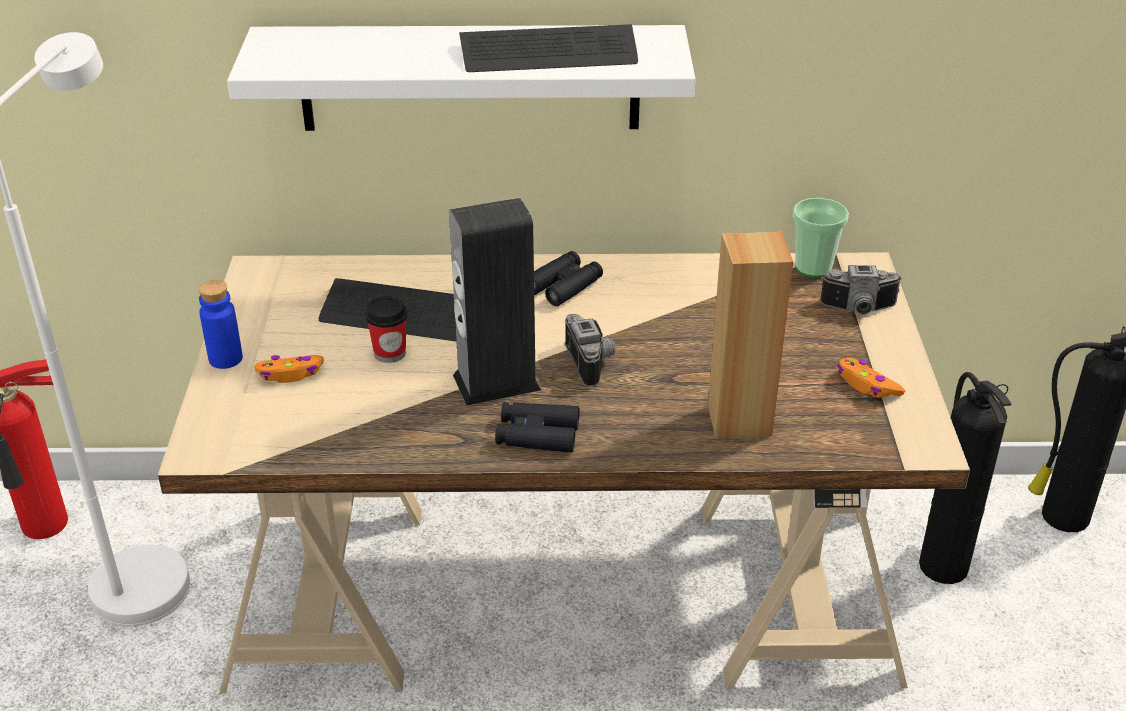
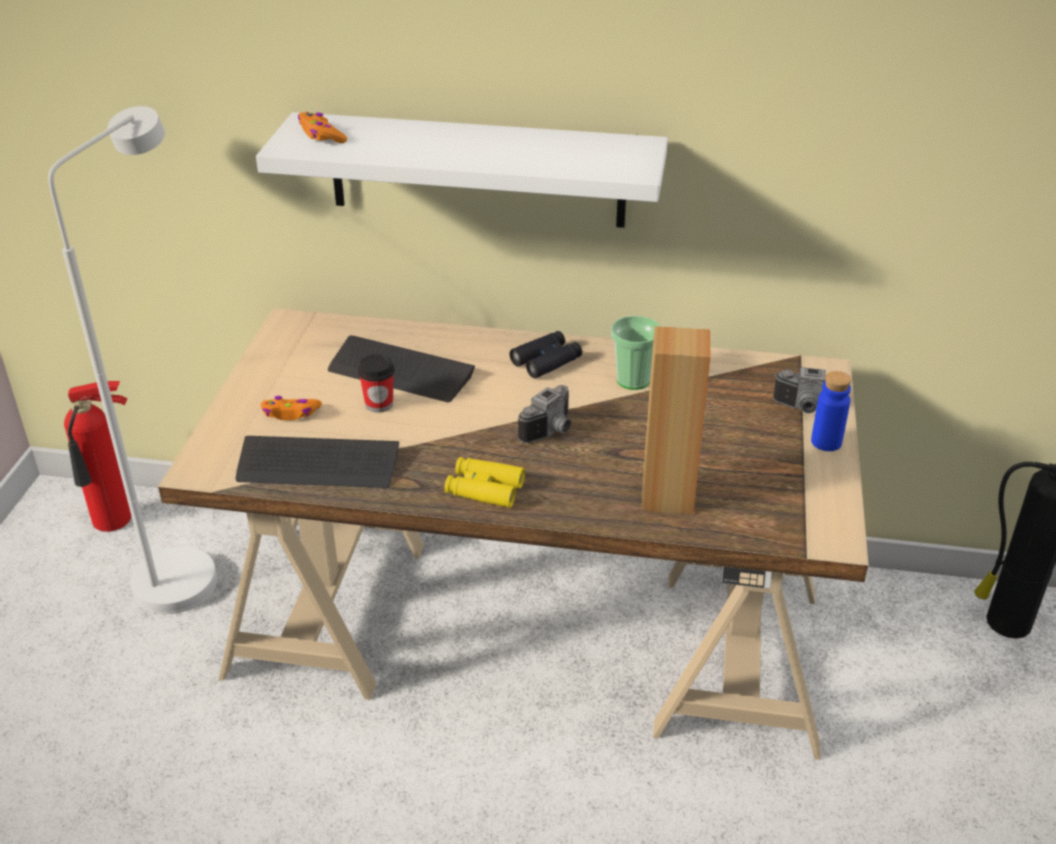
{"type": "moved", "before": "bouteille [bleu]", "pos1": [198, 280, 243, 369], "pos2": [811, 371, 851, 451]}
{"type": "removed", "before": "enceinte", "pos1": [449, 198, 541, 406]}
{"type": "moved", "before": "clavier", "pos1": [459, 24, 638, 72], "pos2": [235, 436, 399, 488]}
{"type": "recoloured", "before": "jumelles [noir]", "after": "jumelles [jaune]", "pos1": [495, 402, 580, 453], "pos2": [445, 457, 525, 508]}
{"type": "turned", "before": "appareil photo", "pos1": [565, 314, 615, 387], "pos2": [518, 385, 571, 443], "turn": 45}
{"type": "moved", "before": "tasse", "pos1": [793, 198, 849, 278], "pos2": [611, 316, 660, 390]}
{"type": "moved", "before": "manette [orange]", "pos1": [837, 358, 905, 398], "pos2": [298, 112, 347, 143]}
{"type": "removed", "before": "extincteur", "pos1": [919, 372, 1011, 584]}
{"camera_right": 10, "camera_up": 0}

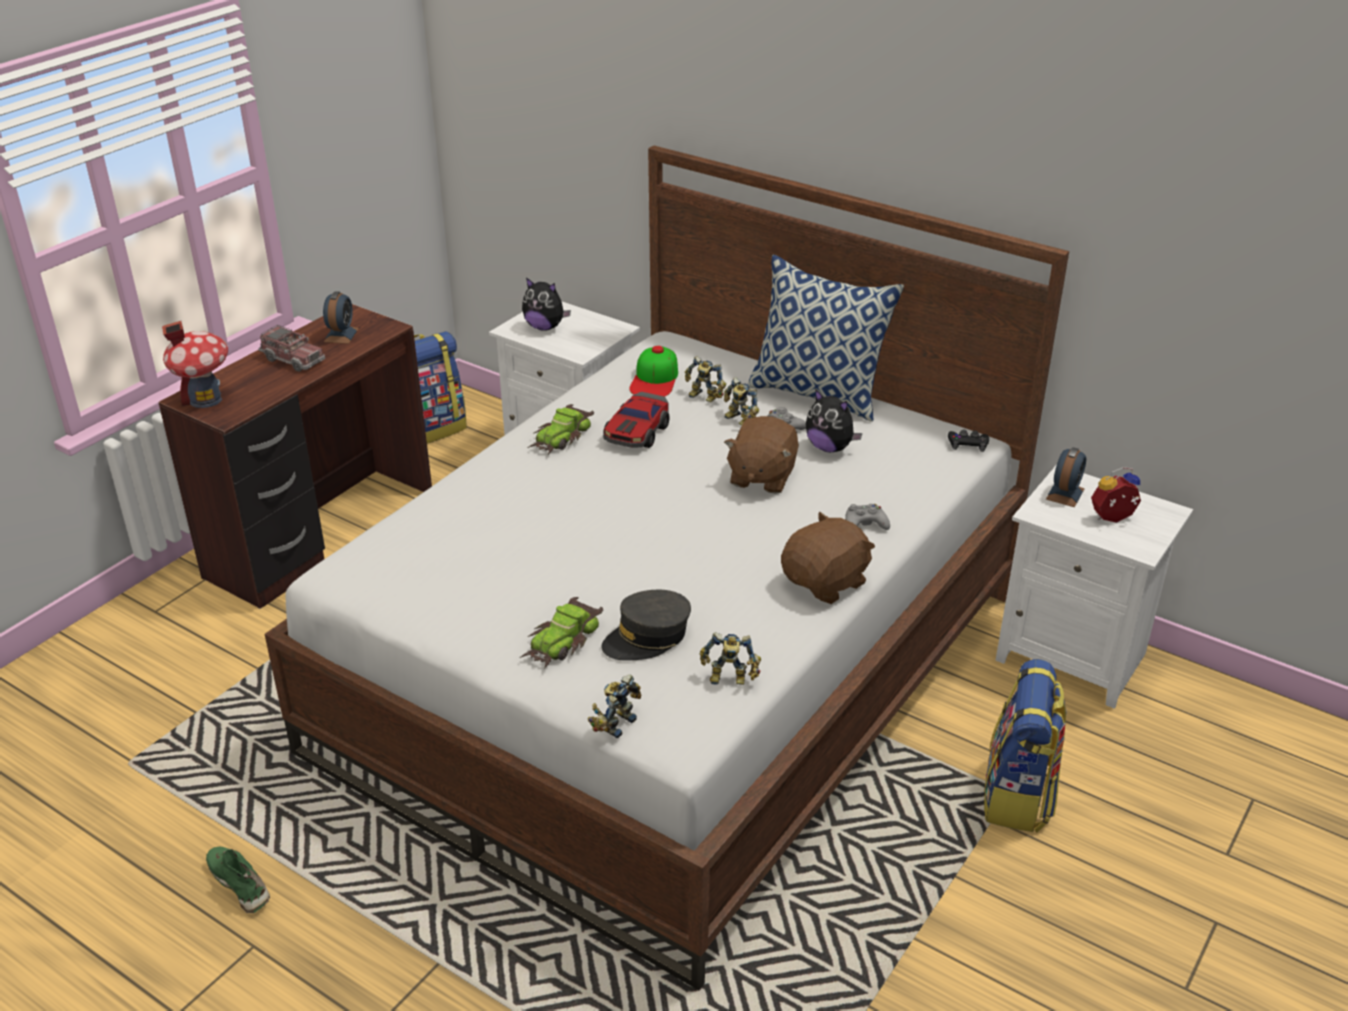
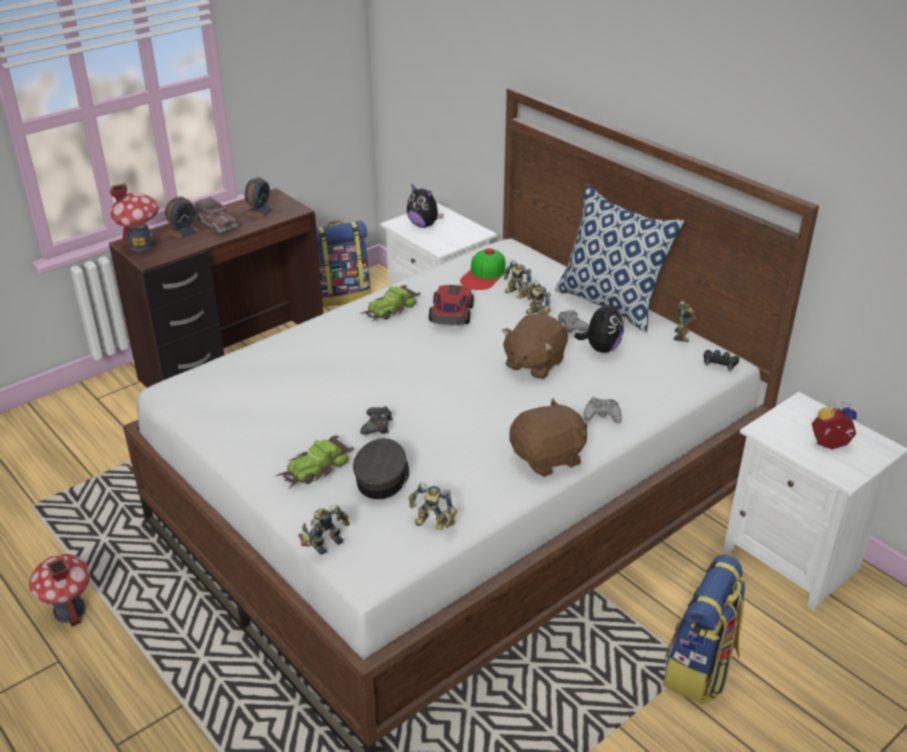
{"type": "replaced", "before": "chaussure [vert]", "after": "maison miniature", "pos1": [206, 847, 270, 913], "pos2": [29, 554, 90, 627]}
{"type": "turned", "before": "casquette [gris]", "pos1": [602, 590, 691, 661], "pos2": [353, 438, 409, 499], "turn": 120}
{"type": "turned", "before": "petite voiture", "pos1": [603, 392, 670, 448], "pos2": [429, 285, 474, 325], "turn": 150}
{"type": "turned", "before": "peluche", "pos1": [806, 389, 863, 453], "pos2": [574, 298, 624, 353], "turn": -120}
{"type": "moved", "before": "réveil", "pos1": [1046, 447, 1086, 507], "pos2": [165, 196, 200, 239]}
{"type": "added", "after": "manette [noir]", "pos2": [360, 406, 393, 435]}
{"type": "added", "after": "robot jouet", "pos2": [674, 301, 696, 342]}
{"camera_right": 15, "camera_up": 0}

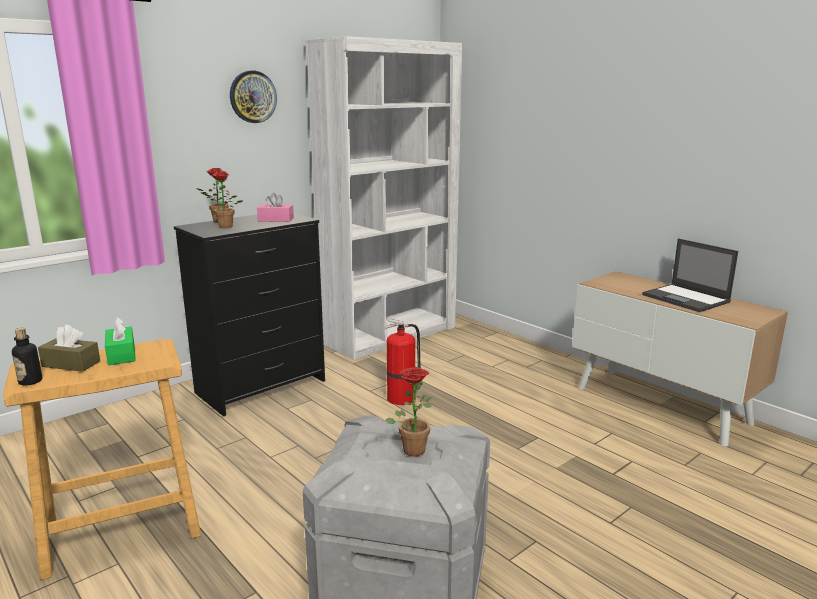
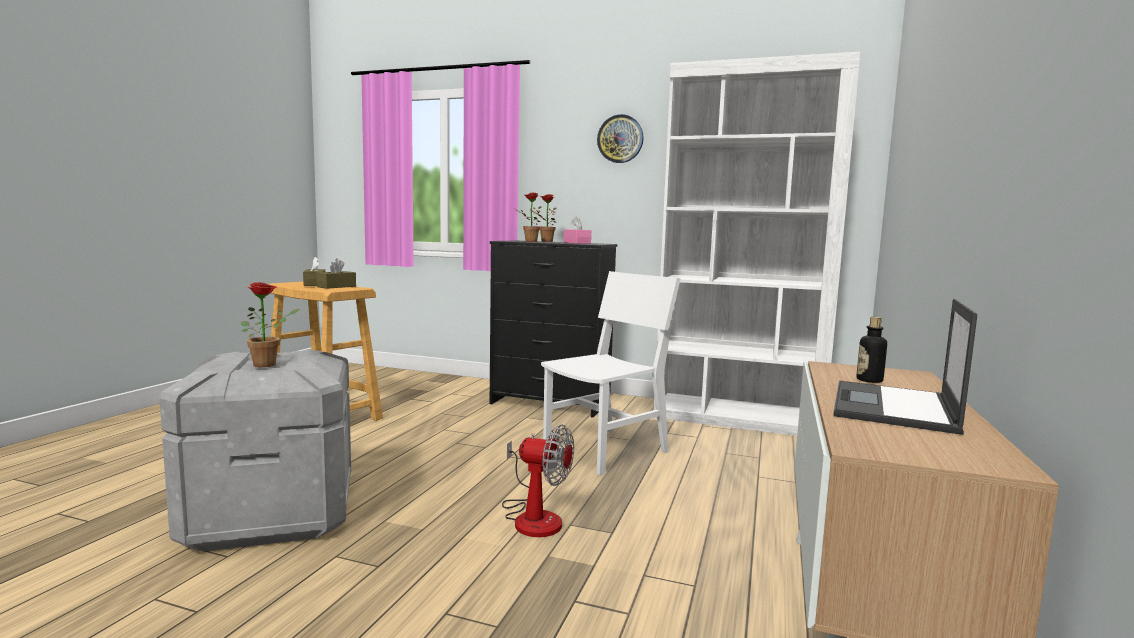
{"type": "moved", "before": "bouteille", "pos1": [12, 328, 42, 385], "pos2": [856, 317, 887, 383]}
{"type": "recoloured", "before": "boîte à mouchoirs [vert]", "after": "boîte à mouchoirs [marron]", "pos1": [105, 317, 136, 365], "pos2": [316, 258, 356, 289]}
{"type": "replaced", "before": "extincteur", "after": "chaise [blanc]", "pos1": [384, 319, 423, 405], "pos2": [541, 271, 680, 475]}
{"type": "added", "after": "ventilateur", "pos2": [502, 425, 574, 537]}
{"camera_right": 60, "camera_up": -10}

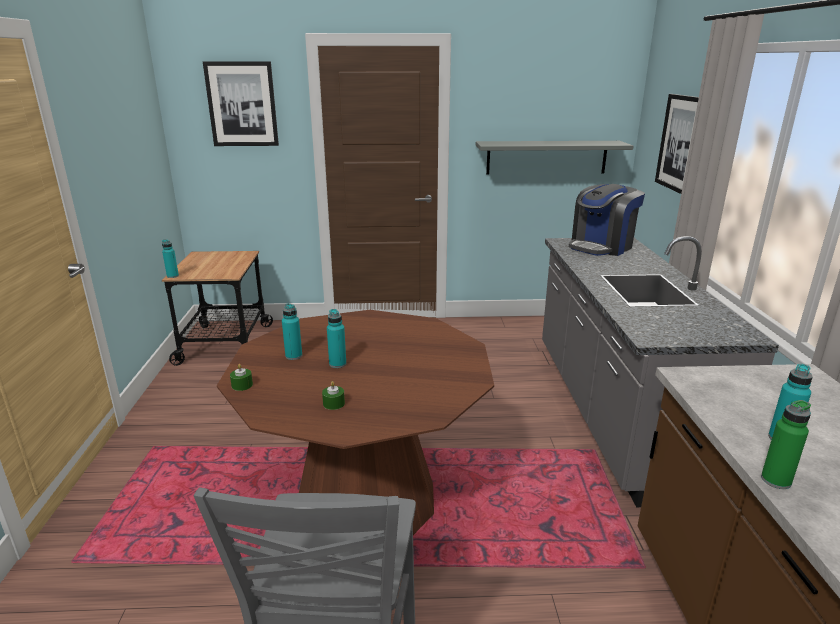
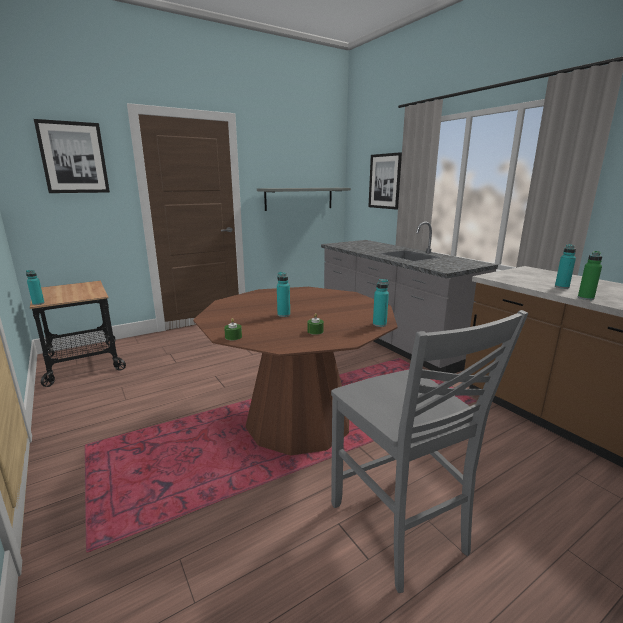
{"type": "moved", "before": "bouteille [turquoise]", "pos1": [282, 303, 302, 360], "pos2": [373, 279, 389, 327]}
{"type": "removed", "before": "machine à café", "pos1": [569, 184, 645, 256]}
{"camera_right": -30, "camera_up": -5}

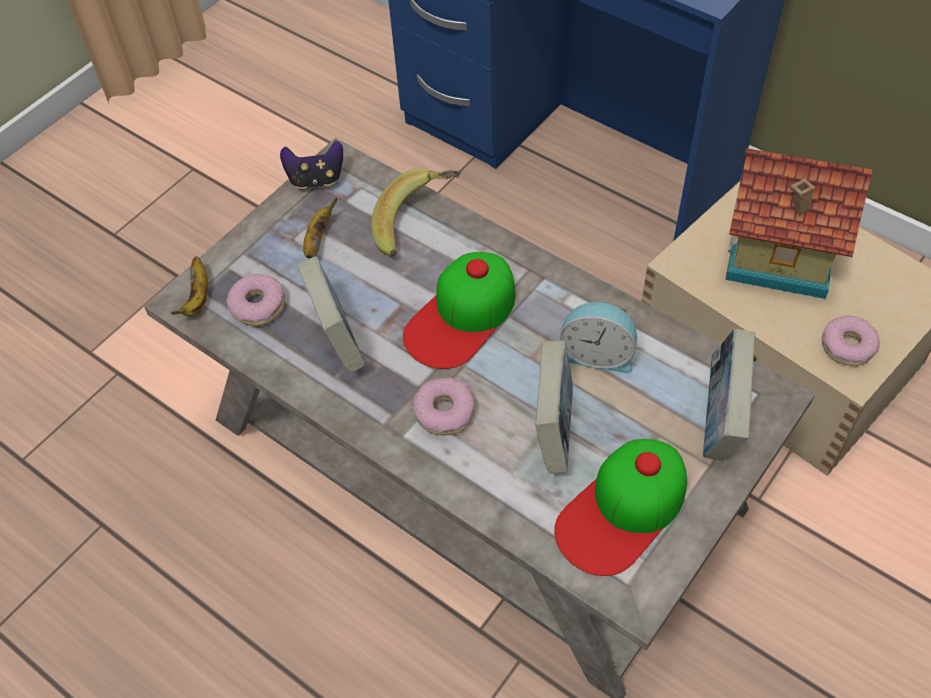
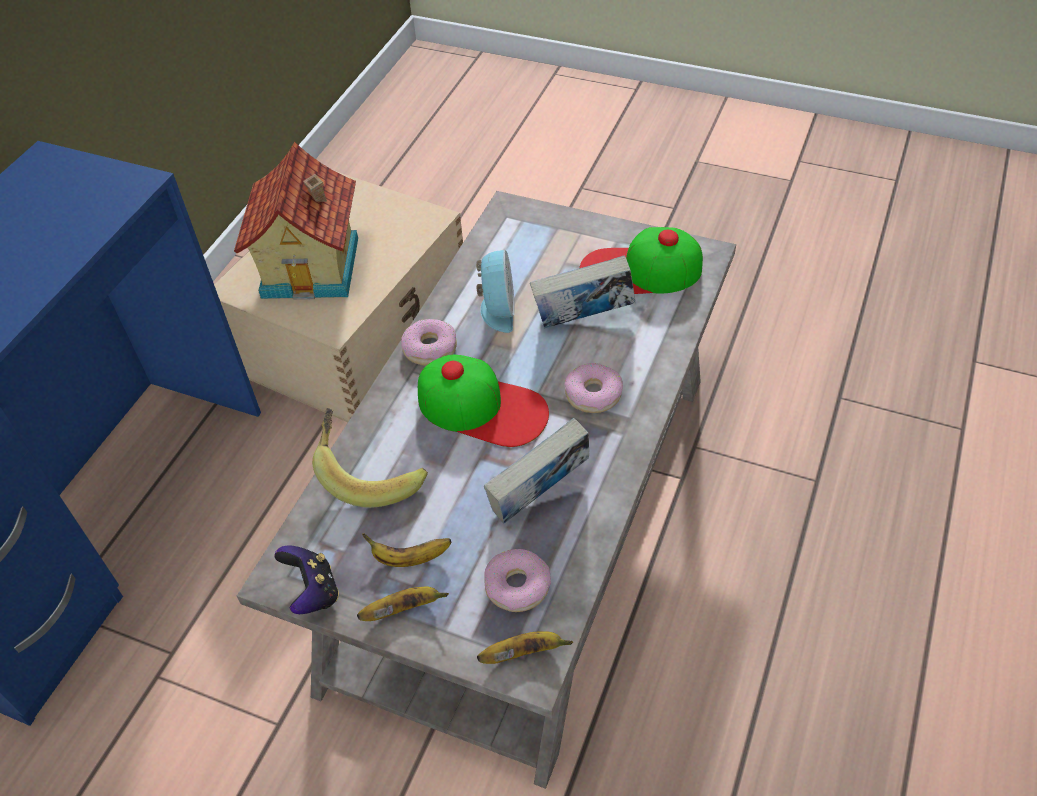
{"type": "turned", "before": "casquette", "pos1": [554, 439, 687, 576], "pos2": [579, 227, 703, 294], "turn": 150}
{"type": "removed", "before": "livre", "pos1": [703, 329, 755, 461]}
{"type": "moved", "before": "beignet", "pos1": [822, 316, 880, 366], "pos2": [401, 319, 457, 366]}
{"type": "added", "after": "banane", "pos2": [357, 586, 449, 621]}
{"camera_right": -105, "camera_up": -5}

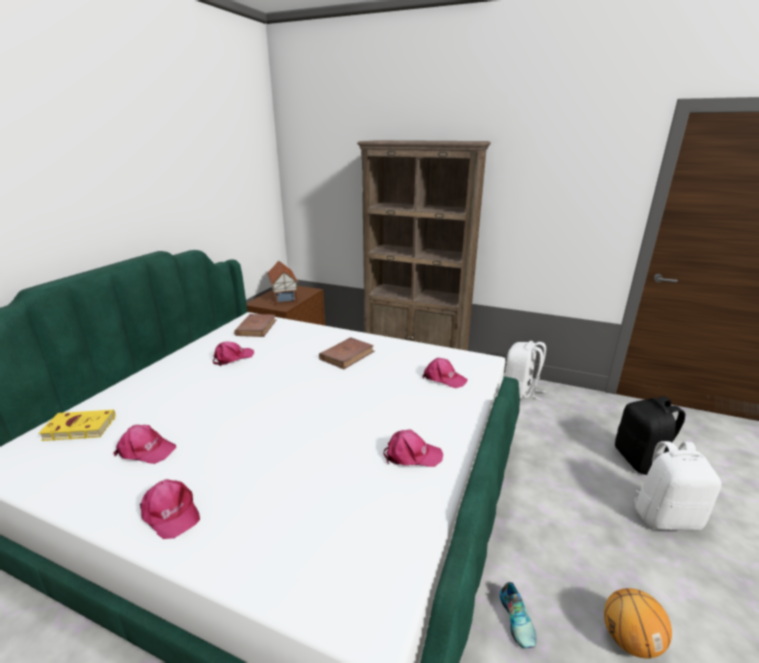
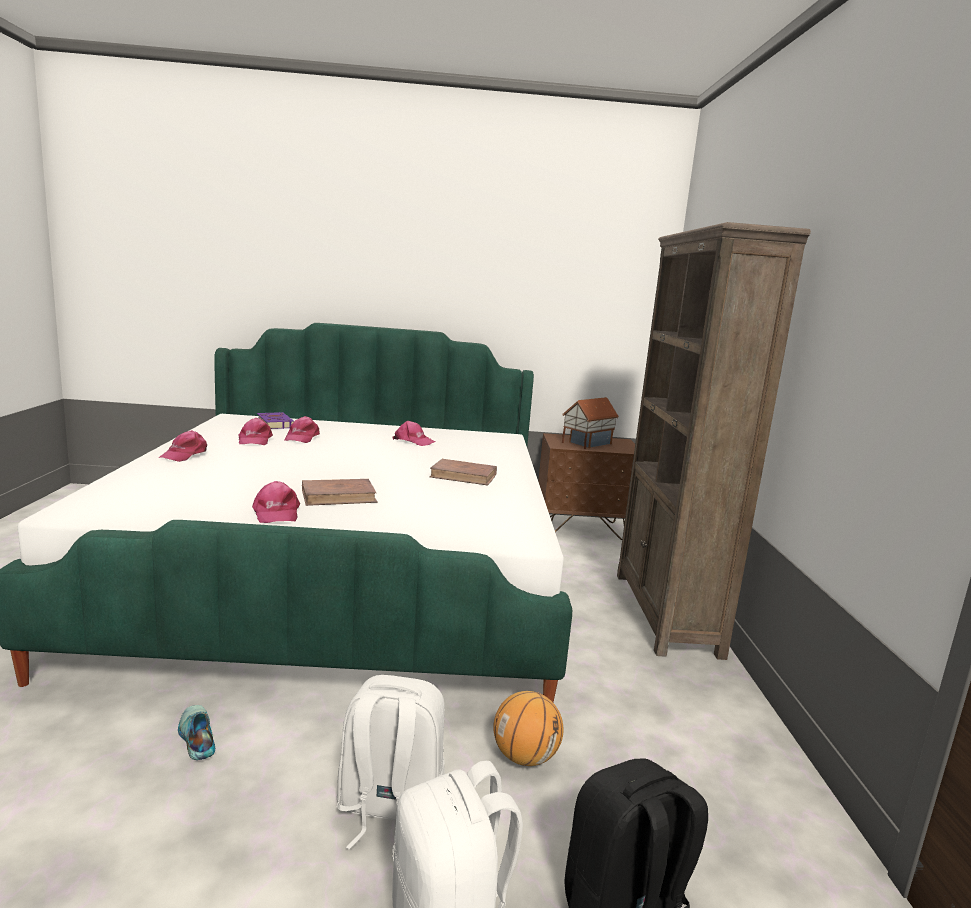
{"type": "recoloured", "before": "livre [jaune]", "after": "livre [violet]", "pos1": [38, 410, 116, 441], "pos2": [257, 412, 294, 429]}
{"type": "moved", "before": "livre [marron]", "pos1": [234, 314, 277, 337], "pos2": [302, 479, 378, 506]}
{"type": "moved", "before": "casquette [rose]", "pos1": [423, 358, 468, 388], "pos2": [284, 416, 320, 443]}
{"type": "turned", "before": "chaussure", "pos1": [499, 582, 537, 649], "pos2": [178, 705, 215, 760], "turn": 90}
{"type": "moved", "before": "sac à dos [blanc]", "pos1": [505, 341, 546, 401], "pos2": [337, 675, 445, 850]}
{"type": "moved", "before": "ballon de basket", "pos1": [604, 588, 672, 659], "pos2": [493, 691, 564, 766]}
{"camera_right": 65, "camera_up": -10}

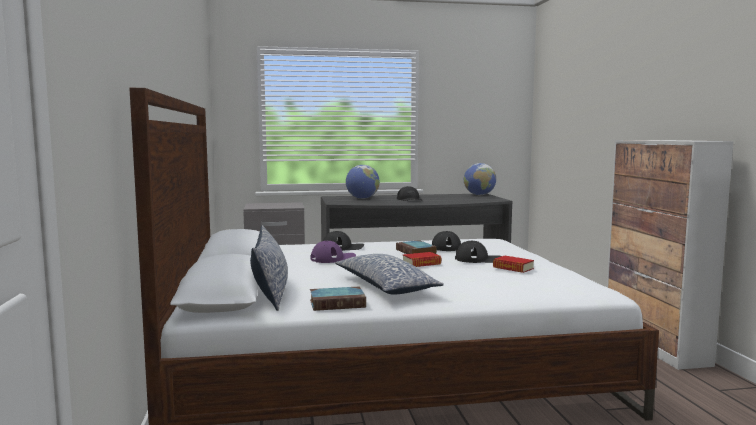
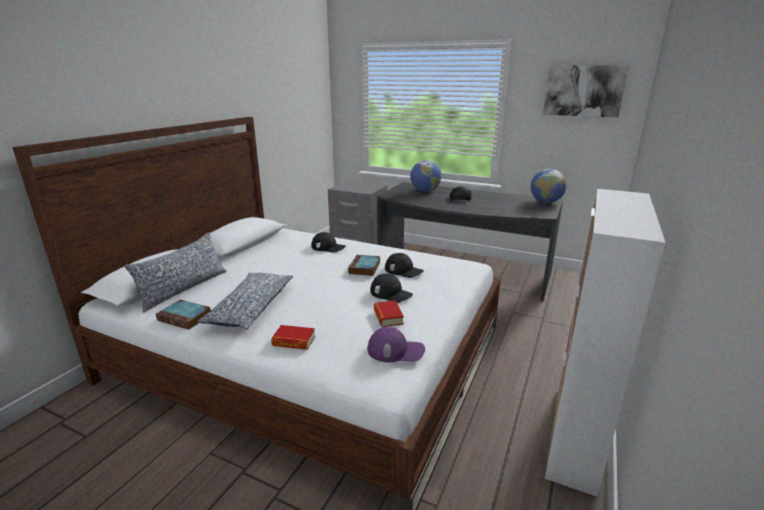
{"type": "moved", "before": "casquette [violet]", "pos1": [310, 241, 356, 263], "pos2": [367, 327, 425, 363]}
{"type": "moved", "before": "livre", "pos1": [403, 252, 441, 267], "pos2": [271, 325, 315, 350]}
{"type": "added", "after": "tableau", "pos2": [543, 65, 629, 117]}
{"camera_right": 35, "camera_up": 15}

